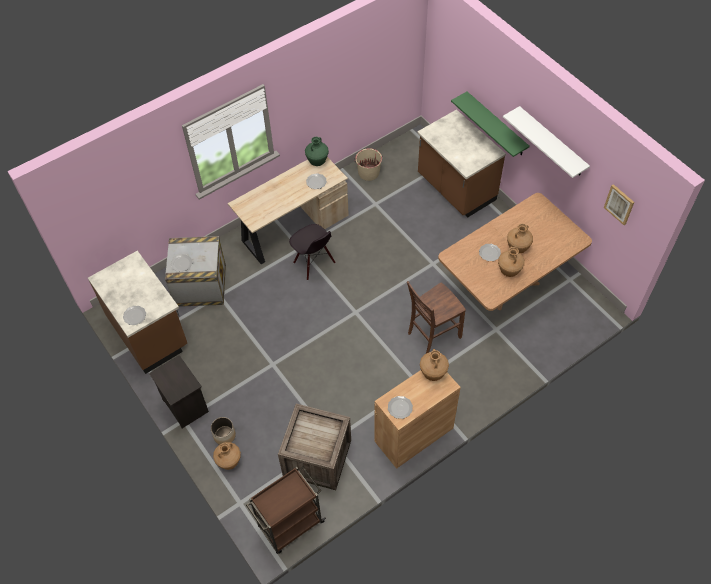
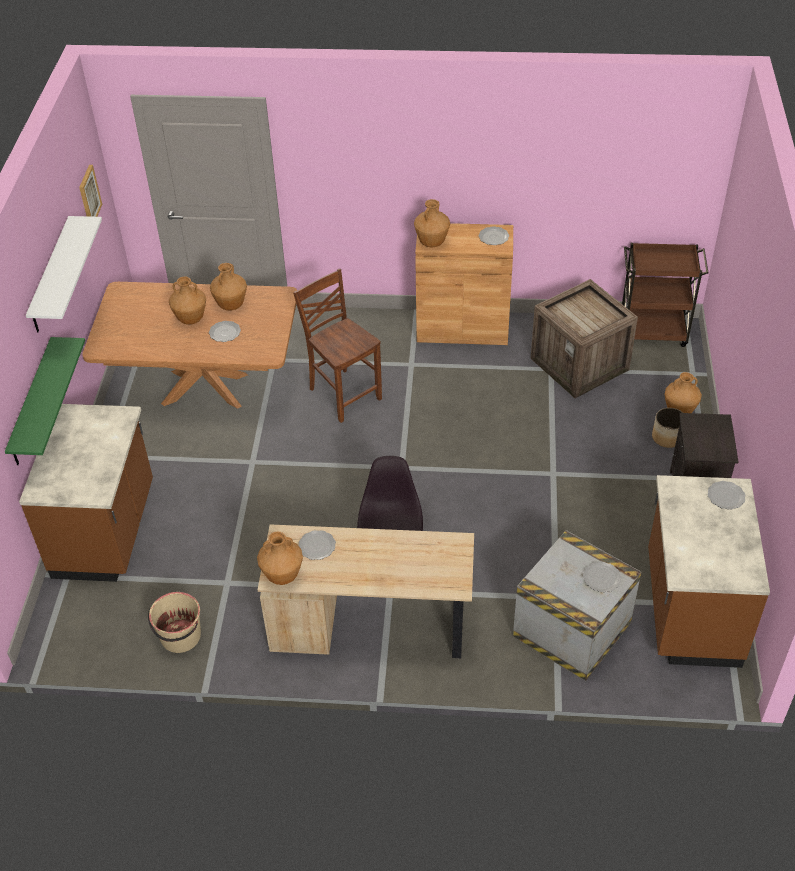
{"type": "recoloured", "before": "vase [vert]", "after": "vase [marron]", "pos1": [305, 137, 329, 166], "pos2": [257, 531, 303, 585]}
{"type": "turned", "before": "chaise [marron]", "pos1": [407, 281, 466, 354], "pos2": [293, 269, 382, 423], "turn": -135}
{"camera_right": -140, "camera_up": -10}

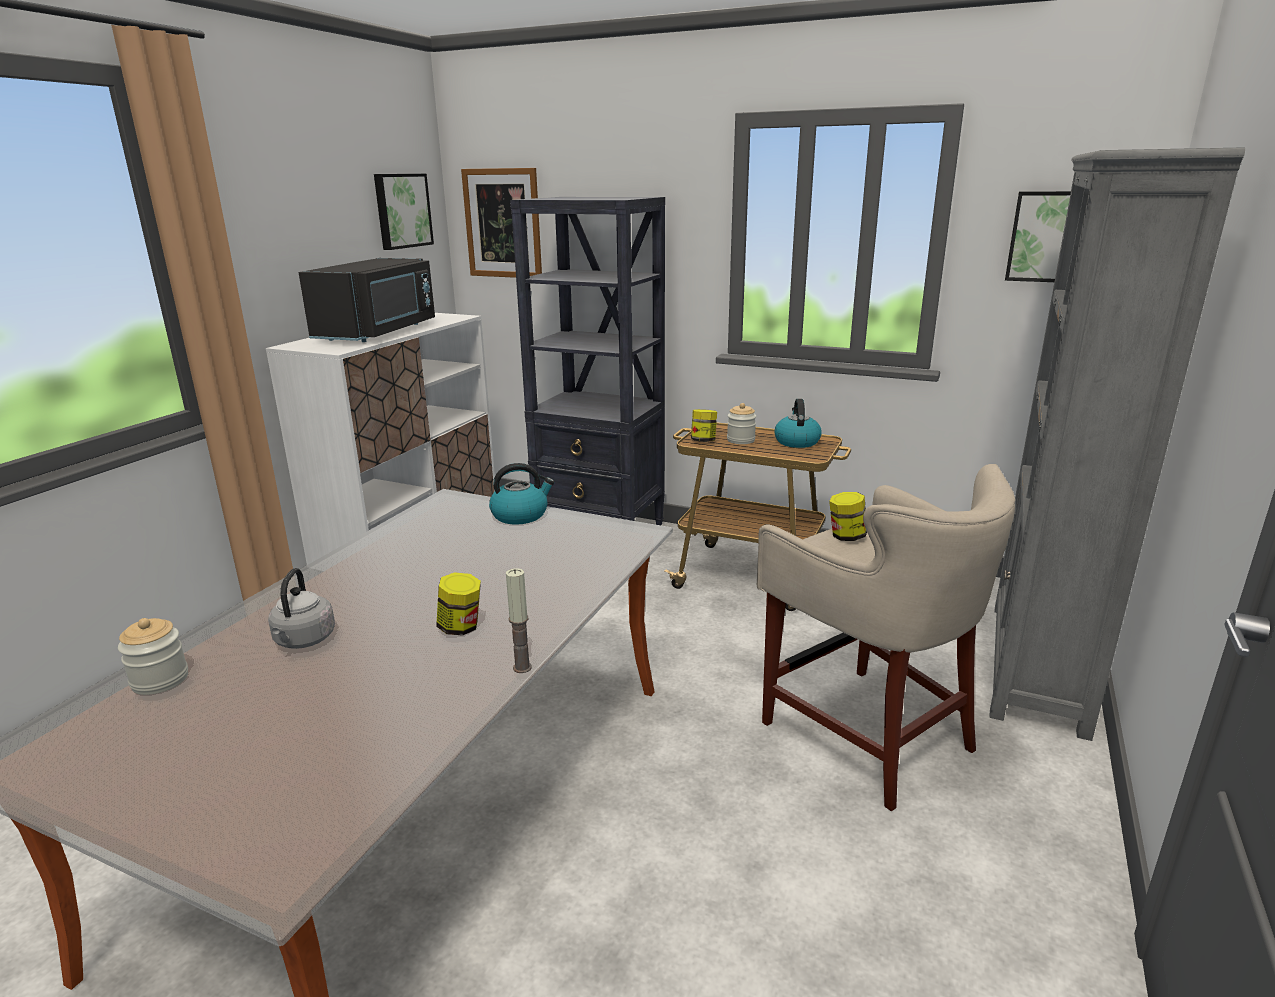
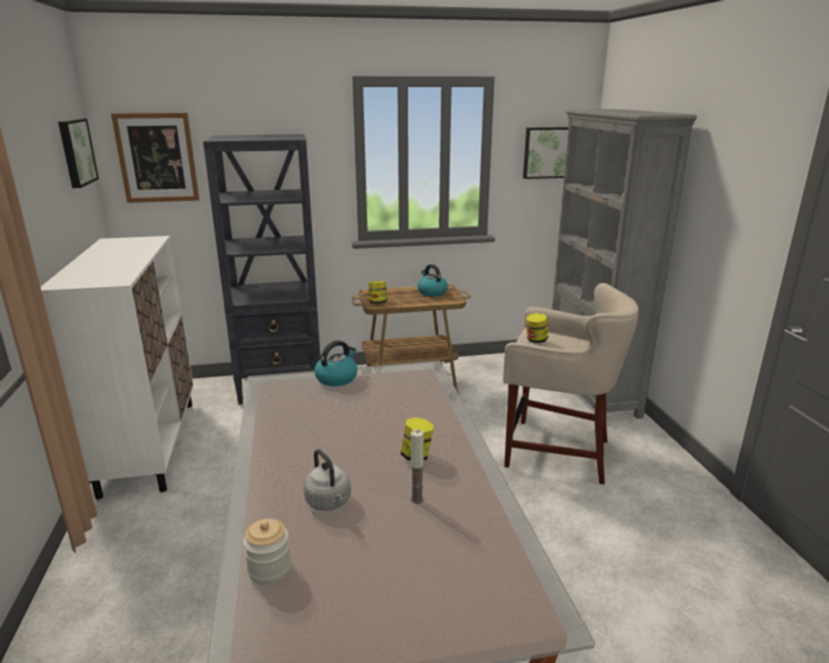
{"type": "removed", "before": "micro-ondes [noir]", "pos1": [299, 258, 435, 342]}
{"type": "moved", "before": "bougie", "pos1": [506, 568, 532, 673], "pos2": [410, 429, 424, 504]}
{"type": "removed", "before": "bocal", "pos1": [727, 403, 756, 444]}
{"camera_right": -35, "camera_up": 0}

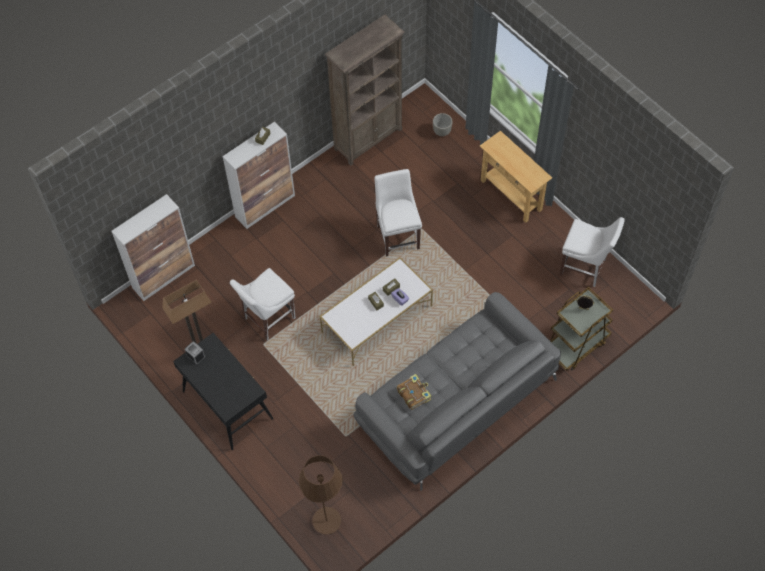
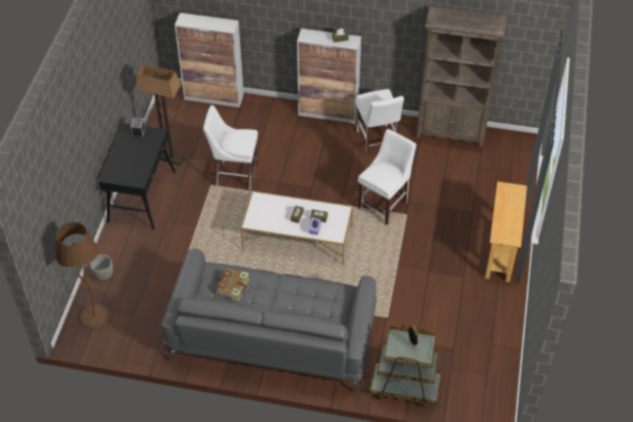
{"type": "moved", "before": "cache-pot [gris]", "pos1": [433, 113, 453, 136], "pos2": [90, 255, 113, 280]}
{"type": "moved", "before": "chaise [blanc]", "pos1": [560, 217, 625, 287], "pos2": [355, 89, 404, 155]}
{"camera_right": 50, "camera_up": -10}

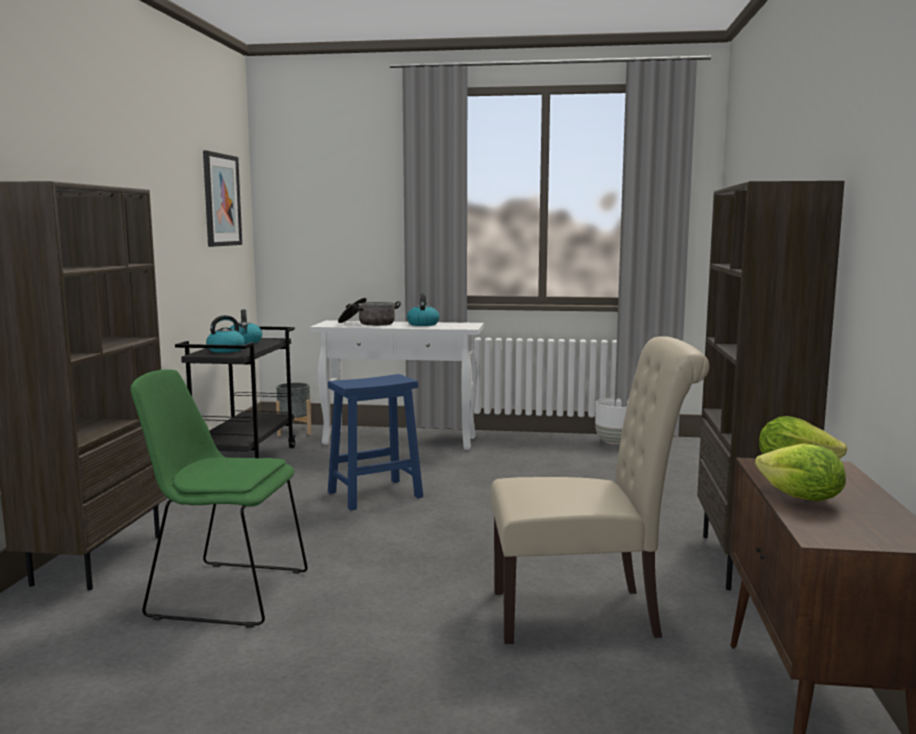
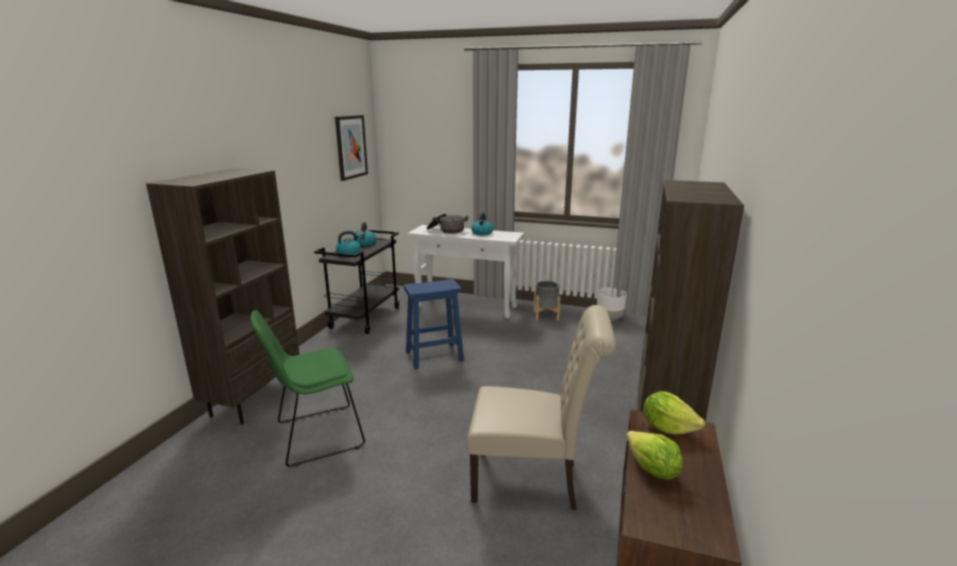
{"type": "turned", "before": "chaise [vert]", "pos1": [131, 369, 308, 628], "pos2": [251, 310, 365, 467], "turn": -45}
{"type": "moved", "before": "cache-pot [gris]", "pos1": [276, 383, 311, 436], "pos2": [533, 281, 561, 321]}
{"camera_right": 10, "camera_up": 10}

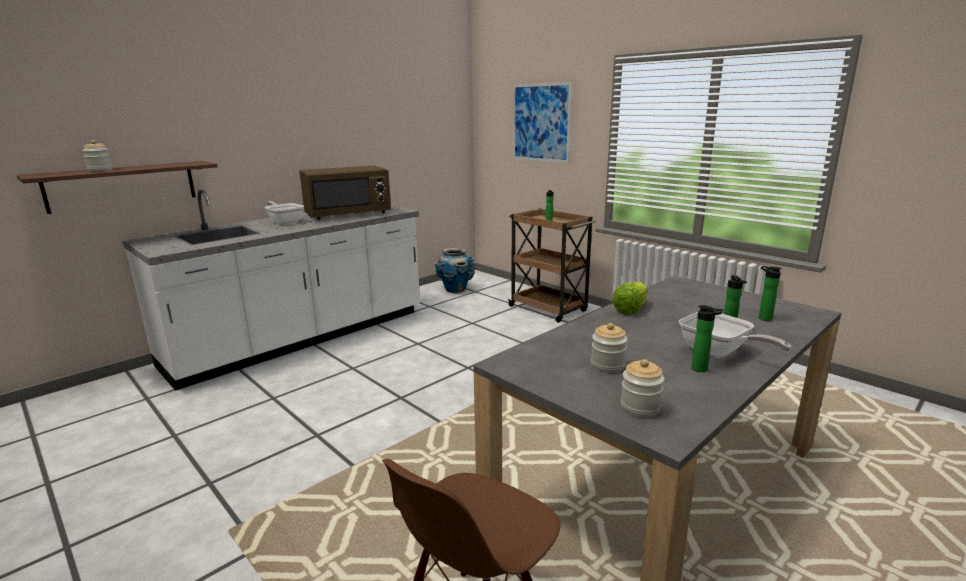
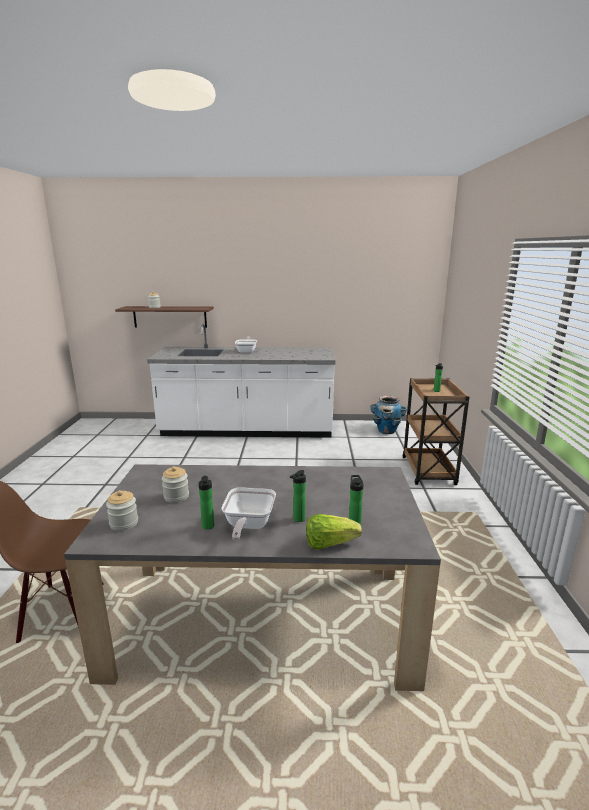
{"type": "removed", "before": "micro-ondes [marron]", "pos1": [299, 166, 391, 220]}
{"type": "removed", "before": "tableau", "pos1": [513, 82, 573, 164]}
{"type": "moved", "before": "laitue", "pos1": [612, 282, 648, 314], "pos2": [306, 514, 362, 549]}
{"camera_right": 45, "camera_up": 0}

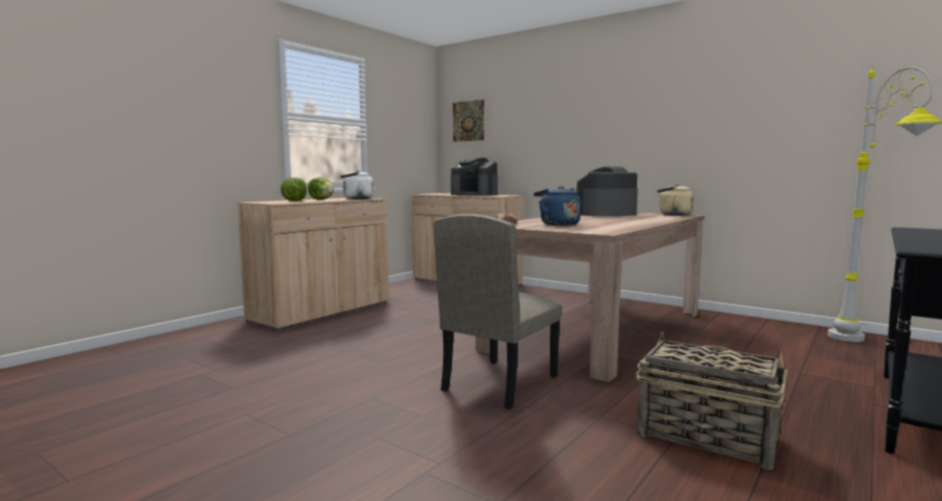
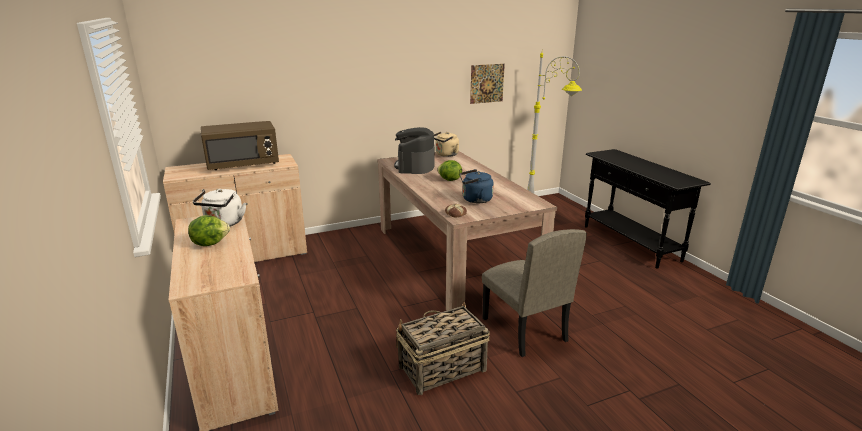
{"type": "moved", "before": "laitue", "pos1": [280, 177, 307, 201], "pos2": [437, 160, 462, 181]}
{"type": "replaced", "before": "machine à café", "after": "micro-ondes [marron]", "pos1": [451, 157, 498, 196], "pos2": [201, 121, 279, 170]}
{"type": "moved", "before": "tableau", "pos1": [453, 100, 484, 142], "pos2": [470, 64, 505, 104]}
{"type": "moved", "before": "panier", "pos1": [636, 332, 787, 470], "pos2": [396, 302, 490, 395]}
{"camera_right": -60, "camera_up": 15}

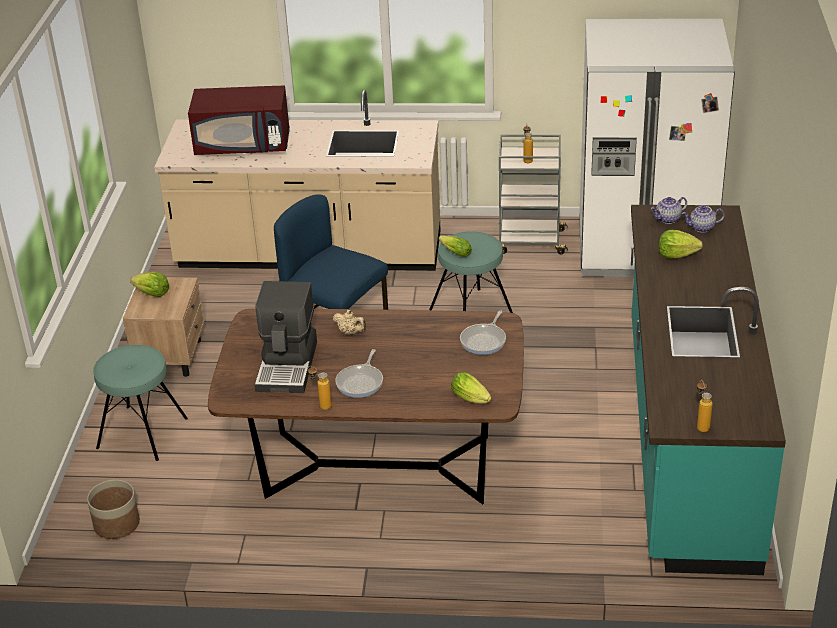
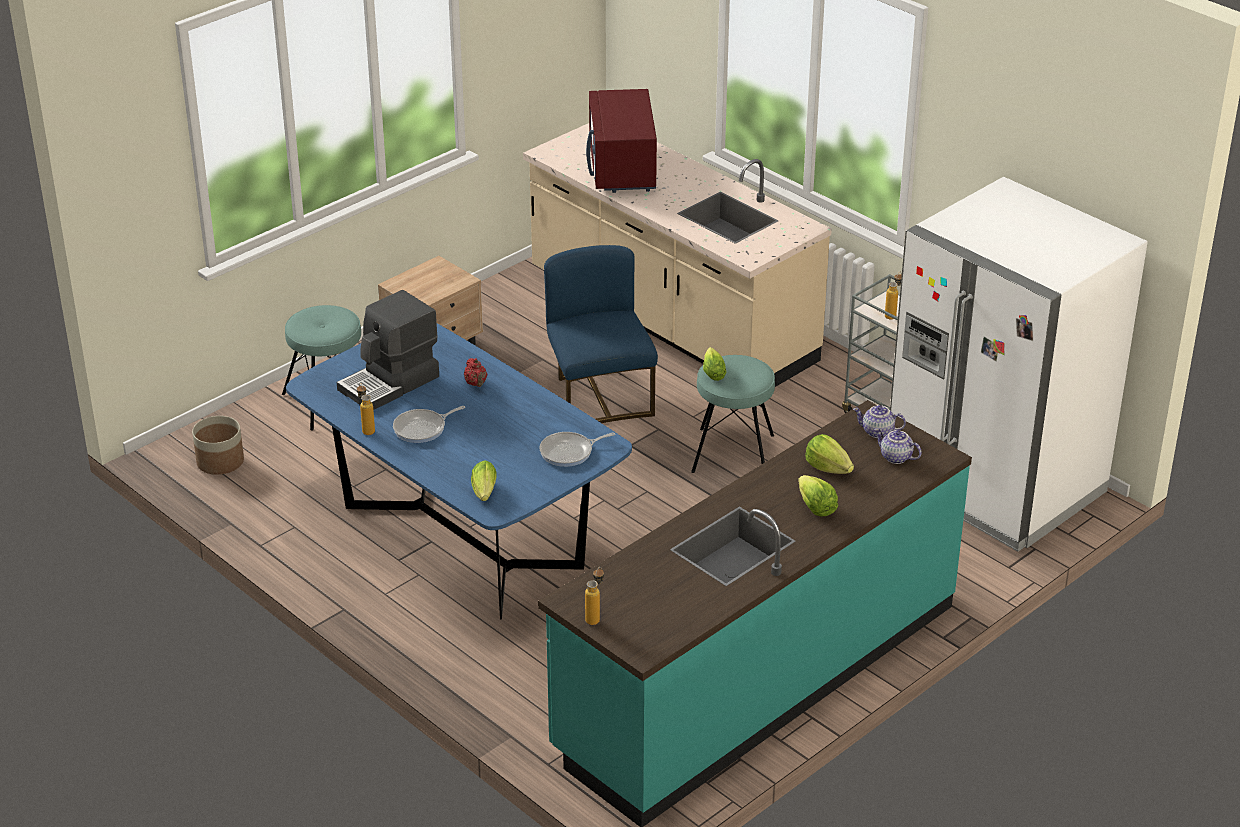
{"type": "moved", "before": "laitue", "pos1": [130, 272, 169, 297], "pos2": [798, 475, 838, 516]}
{"type": "turned", "before": "micro-ondes [rouge]", "pos1": [188, 86, 290, 155], "pos2": [586, 89, 657, 193], "turn": 45}
{"type": "recoloured", "before": "table à manger [marron]", "after": "table à manger [bleu]", "pos1": [208, 309, 524, 505], "pos2": [286, 323, 632, 619]}
{"type": "recoloured", "before": "théière [beige]", "after": "théière [rouge]", "pos1": [333, 310, 366, 335], "pos2": [464, 358, 487, 387]}
{"camera_right": 40, "camera_up": 0}

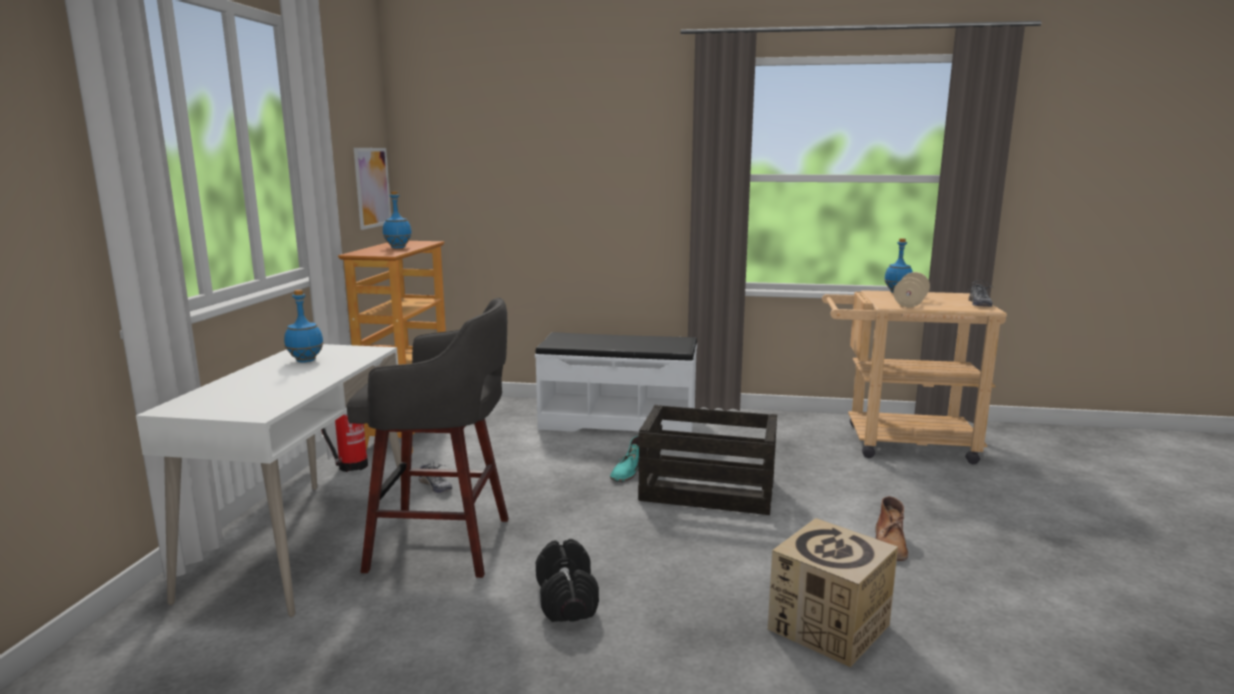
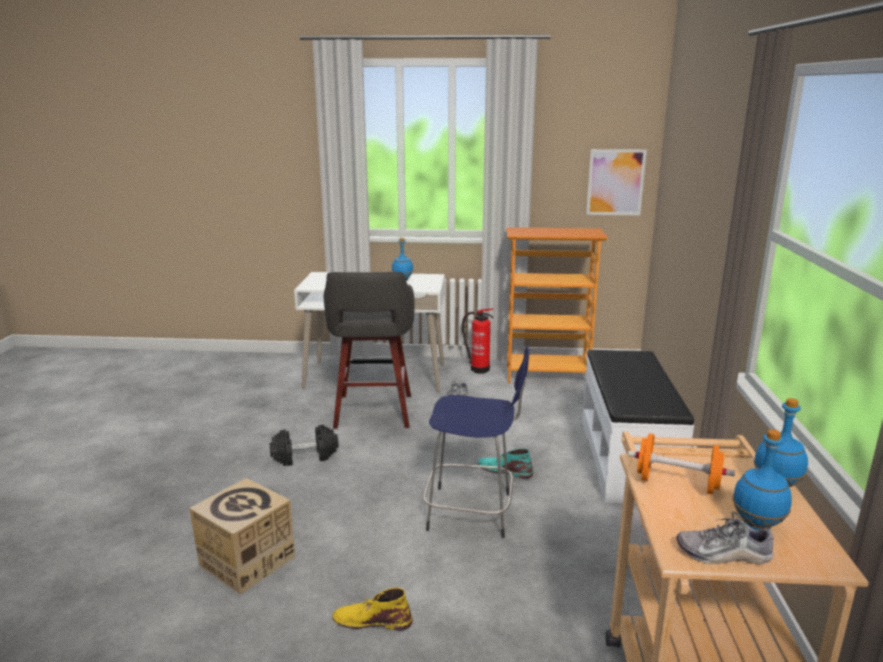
{"type": "moved", "before": "bouteille [bleu]", "pos1": [383, 191, 412, 248], "pos2": [733, 429, 792, 530]}
{"type": "replaced", "before": "caisse", "after": "tabouret [bleu]", "pos1": [638, 405, 777, 515], "pos2": [424, 345, 529, 538]}
{"type": "recoloured", "before": "botte [marron]", "after": "botte [jaune]", "pos1": [875, 496, 908, 561], "pos2": [332, 587, 412, 631]}
{"type": "recoloured", "before": "haltère [beige]", "after": "haltère [orange]", "pos1": [894, 272, 930, 307], "pos2": [628, 433, 735, 495]}
{"camera_right": 85, "camera_up": 5}

